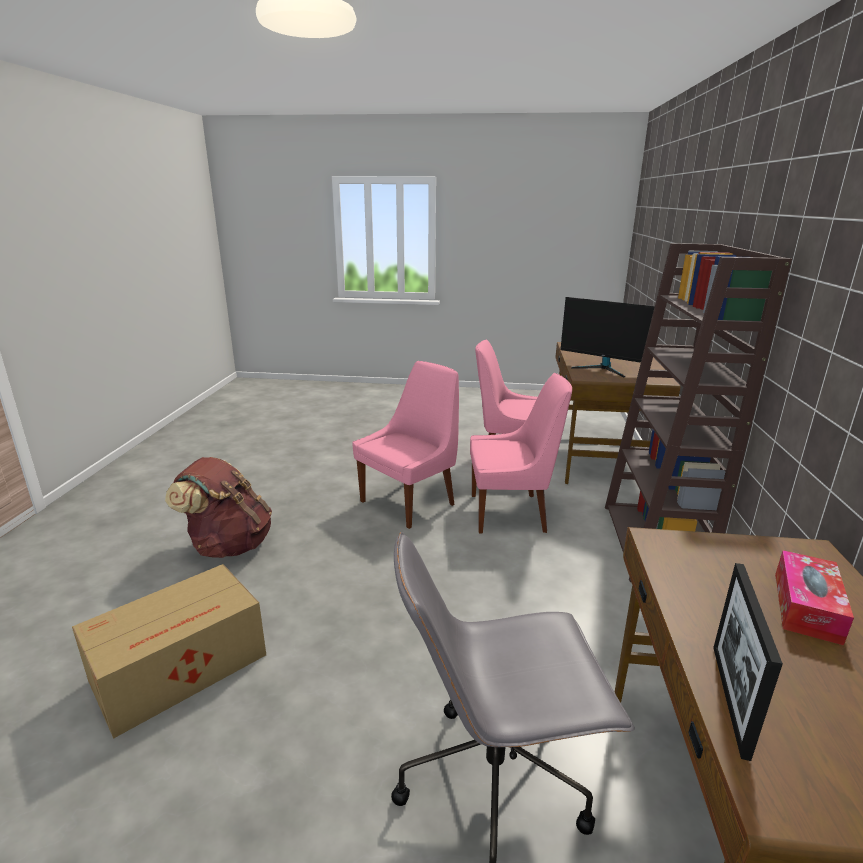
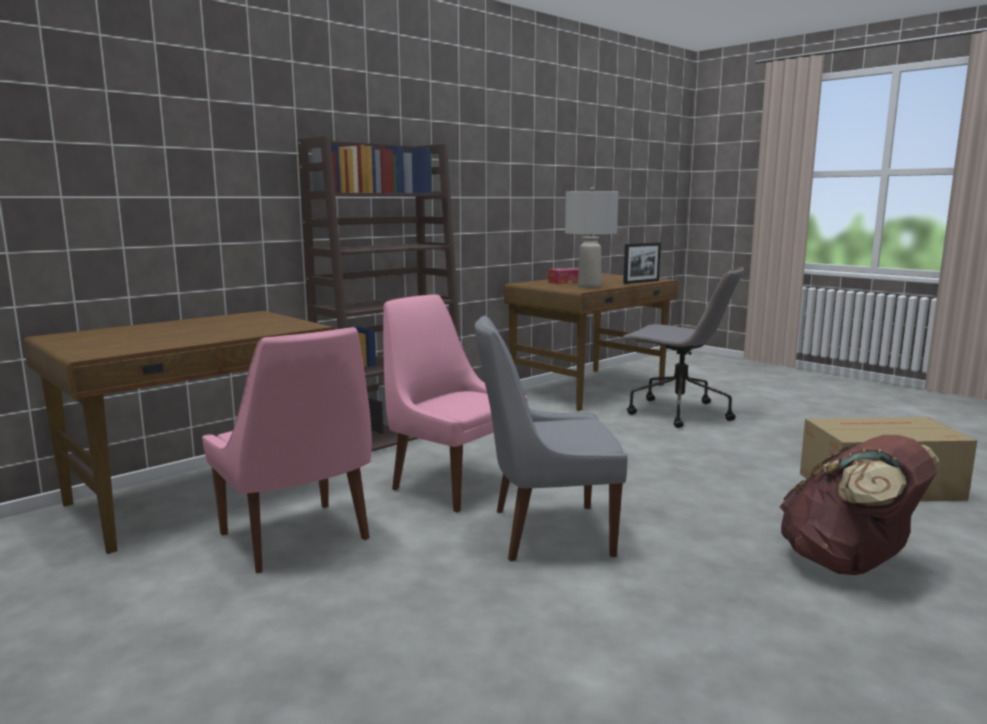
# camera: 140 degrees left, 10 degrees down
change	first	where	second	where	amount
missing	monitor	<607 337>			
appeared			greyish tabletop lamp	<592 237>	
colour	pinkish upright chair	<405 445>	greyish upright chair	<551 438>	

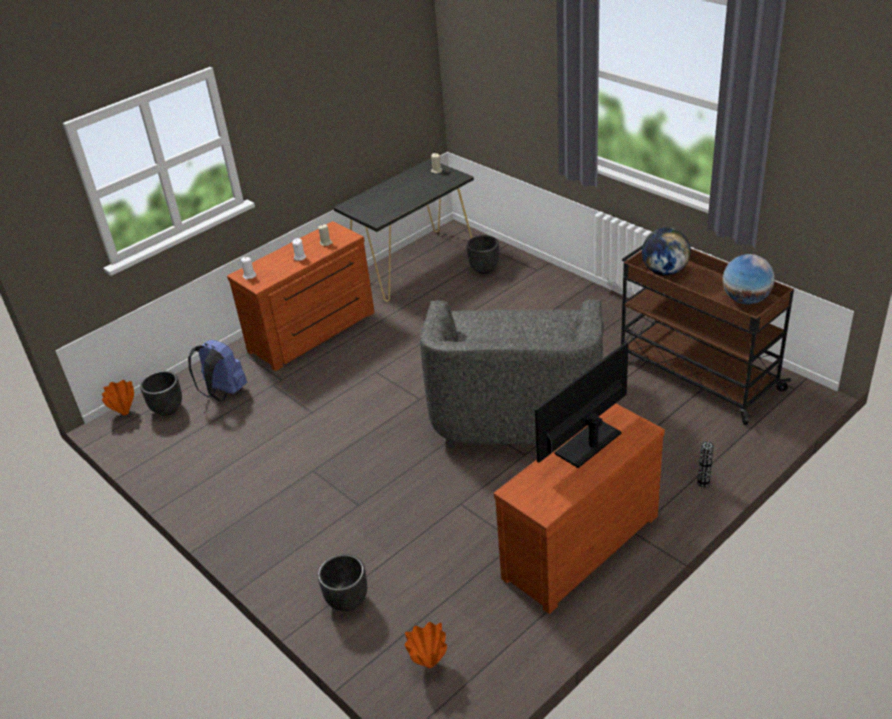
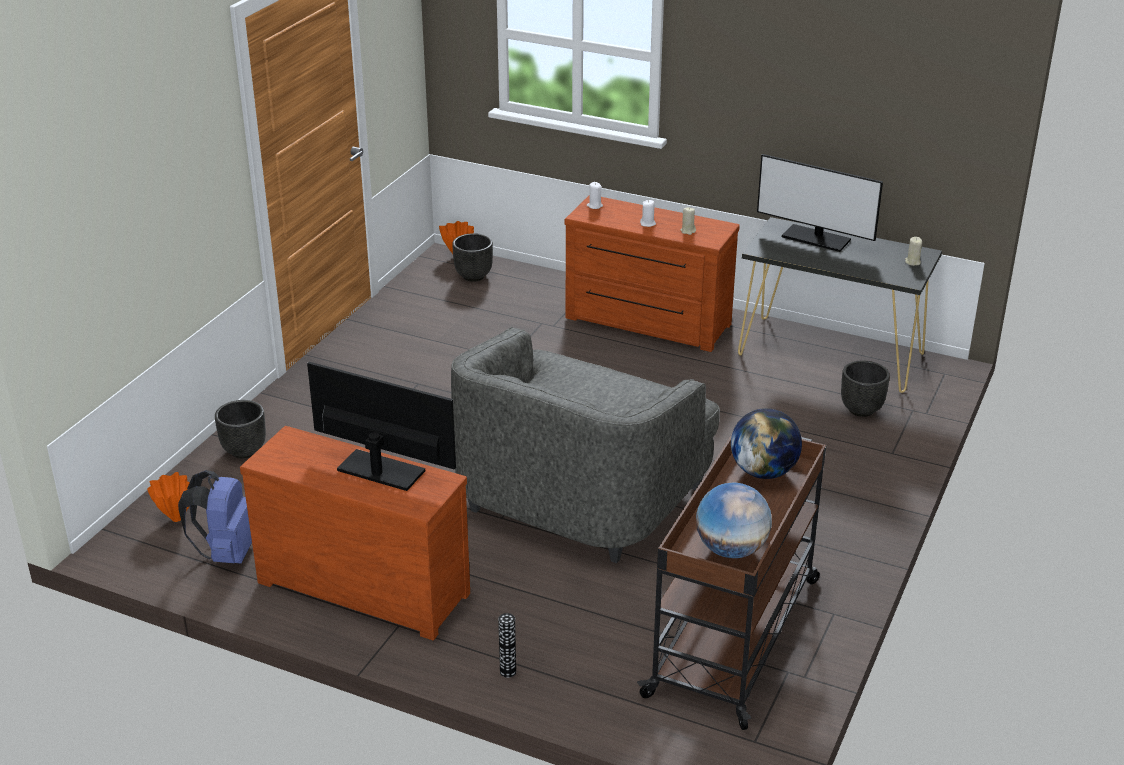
# camera: 65 degrees right, 5 degrees down
change	first	where	second	where	amount
appeared			monitor	<820 203>	
relocated	bluish knapsack	<217 370>		<215 517>	
spun	greyish easy chair	<512 374>		<585 445>	45 degrees counterclockwise

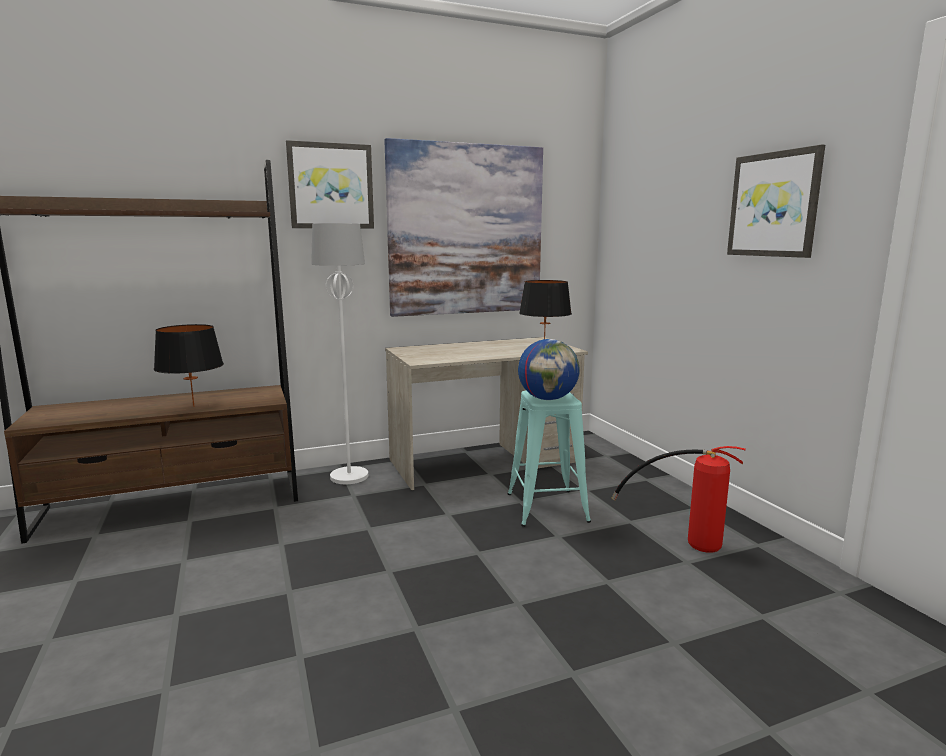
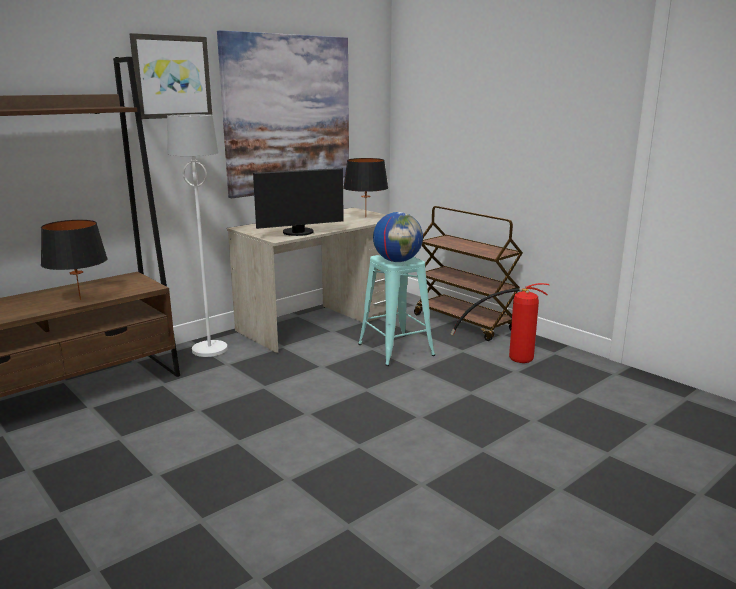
# camera: 20 degrees left, 5 degrees up
change	first	where	second	where	amount
missing	picture	<776 201>			
appeared			monitor	<298 202>	
appeared			brown-coloured cart	<468 273>	

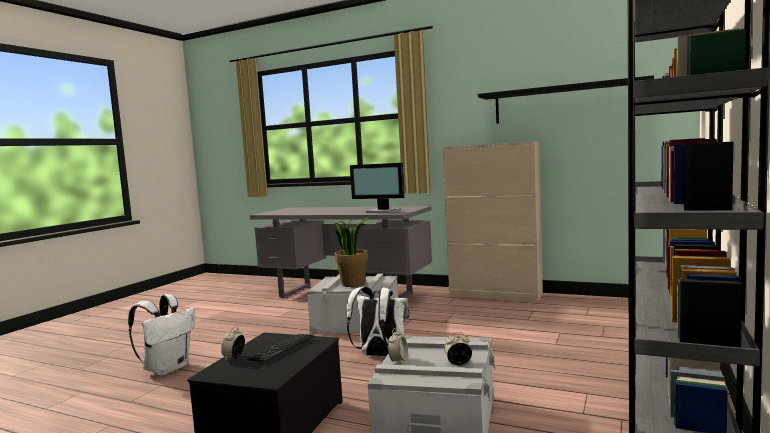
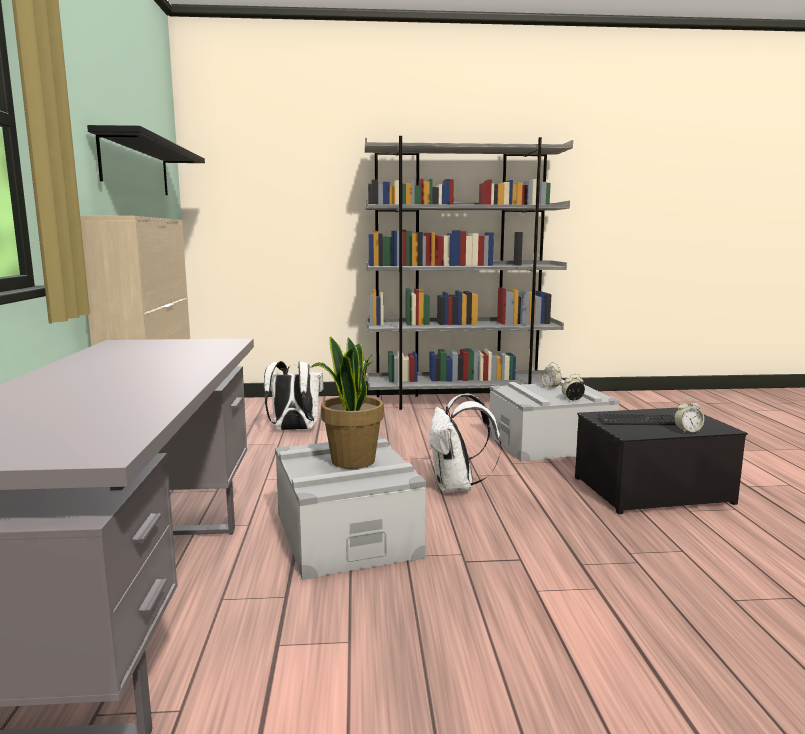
# camera: 120 degrees left, 5 degrees up
change	first	where	second	where	amount
missing	monitor	<377 188>			
relocated	whitish knapsack	<161 334>		<294 395>	

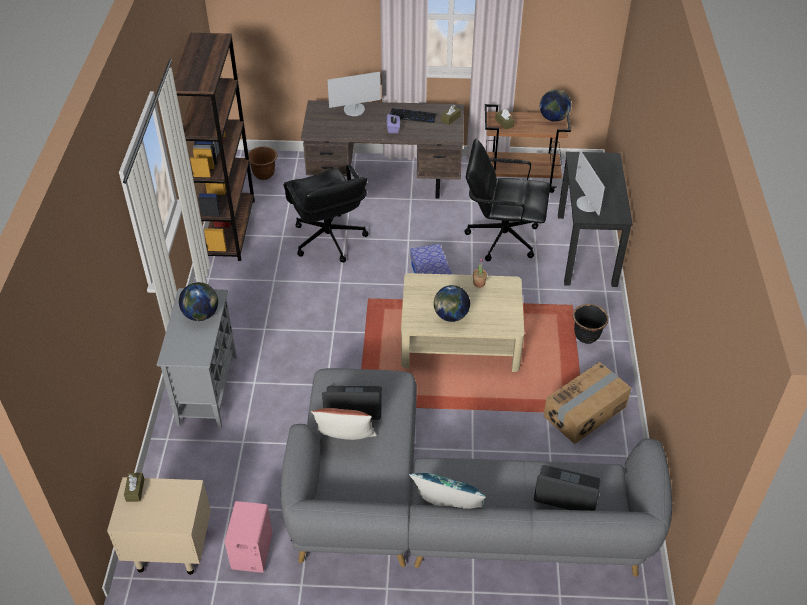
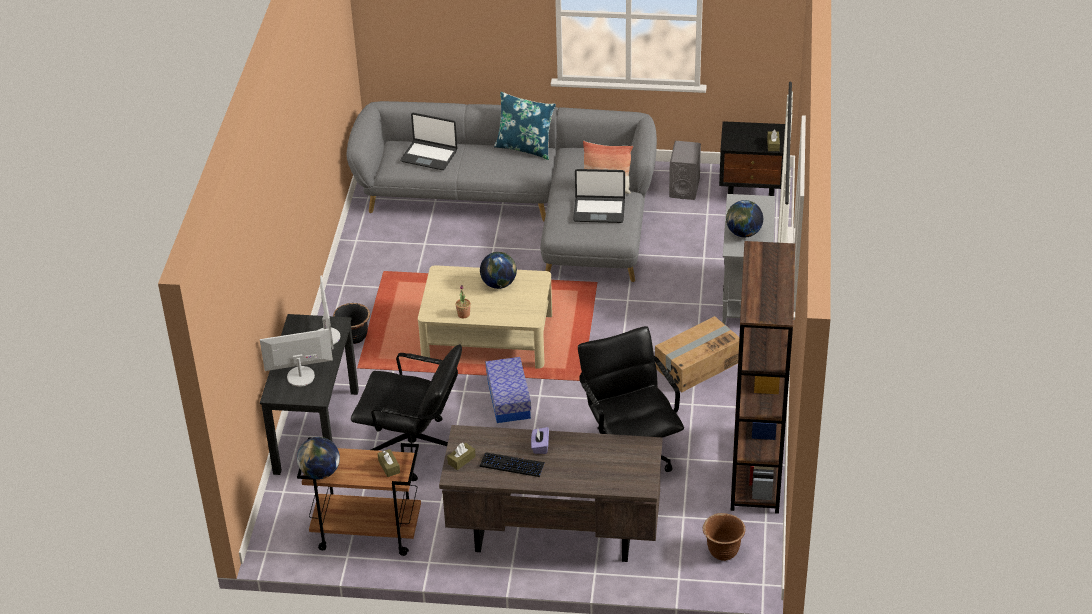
# camera: 175 degrees left, 5 degrees down
change	first	where	second	where	amount
relocated	monitor	<354 94>		<296 358>	
relocated	carton	<587 403>		<697 354>	
colour	beige-coloured night table	<159 526>	black night table	<752 158>	
colour	pinkish audio speaker	<248 537>	greyish audio speaker	<685 170>	

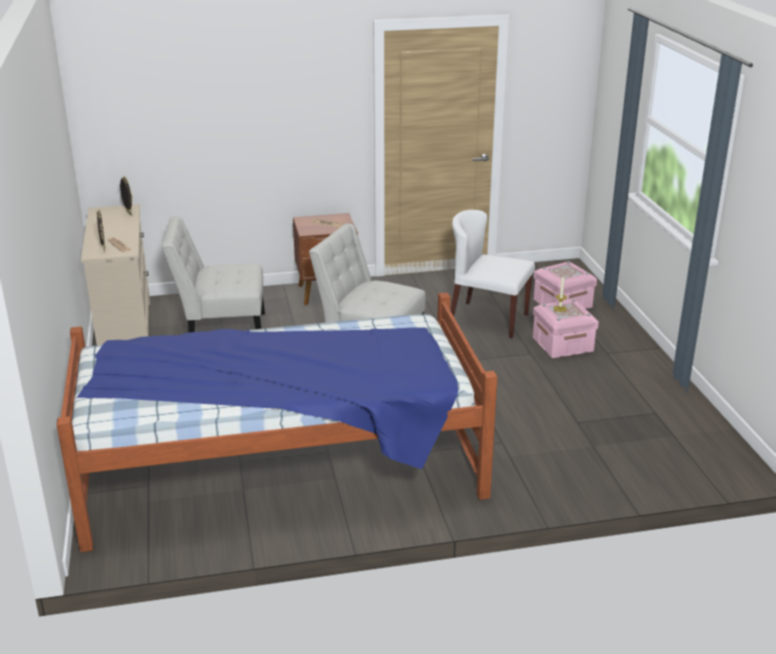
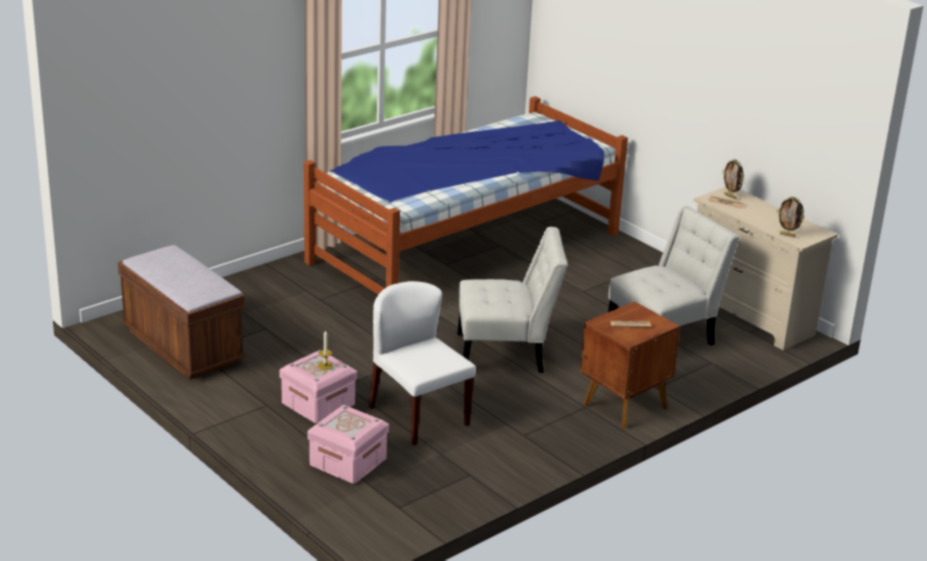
# camera: 150 degrees right, 0 degrees up
change	first	where	second	where	amount
appeared			brown-coloured long seat	<182 312>	
spun	whitish upright chair	<493 274>		<422 363>	120 degrees counterclockwise

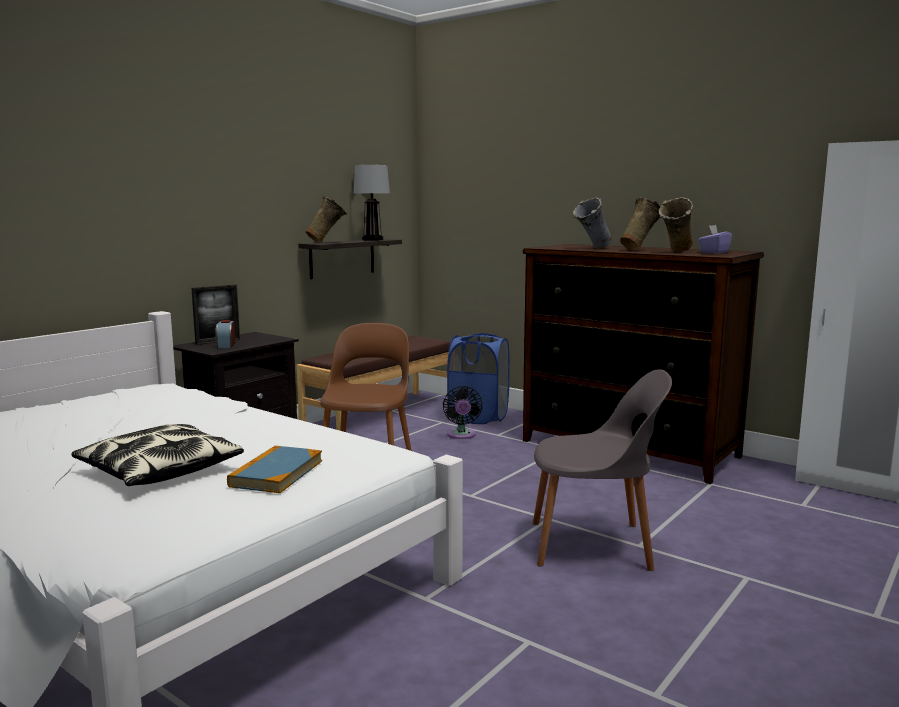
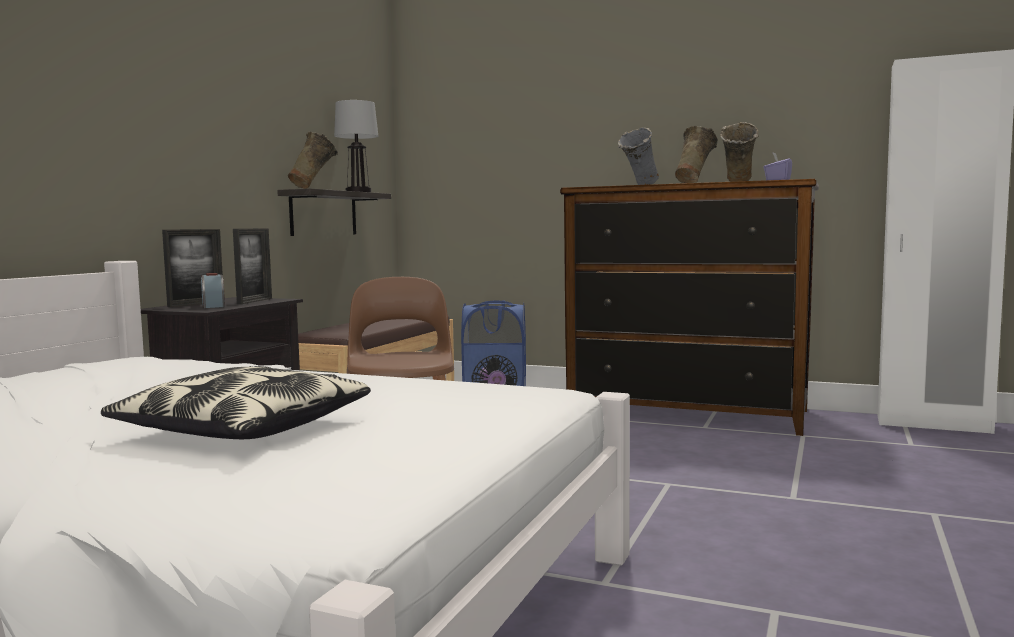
# camera: 15 degrees left, 5 degrees down
change	first	where	second	where	amount
missing	book	<274 469>			
missing	greyish upright chair	<602 470>			
appeared			standing frame	<252 266>	

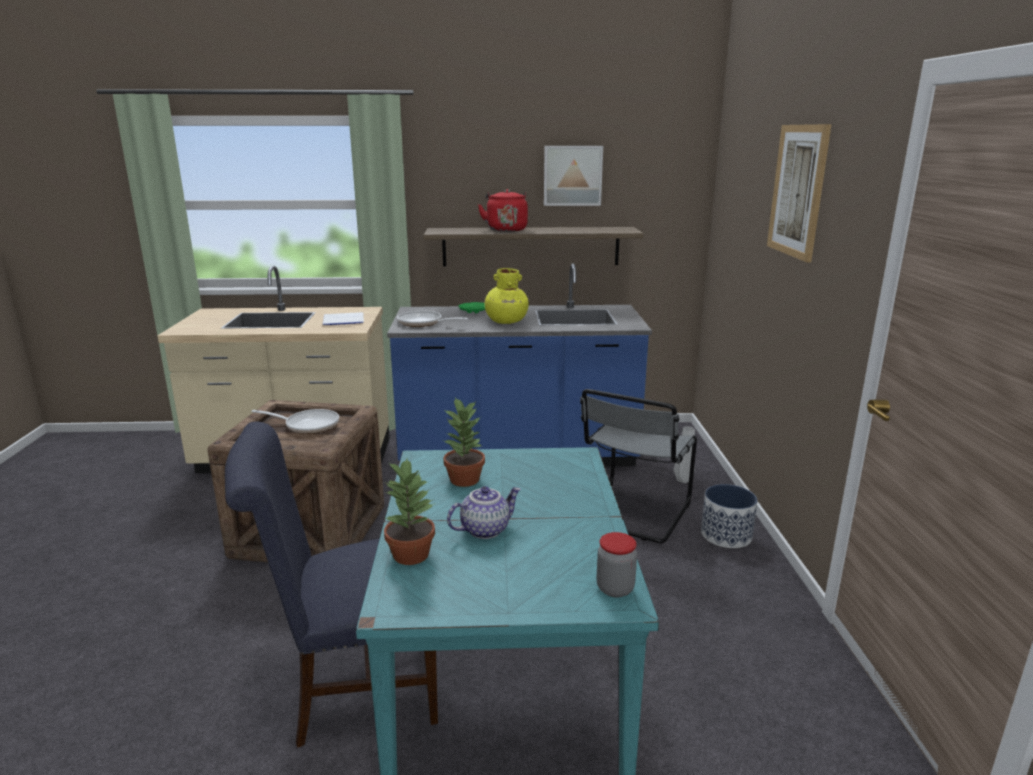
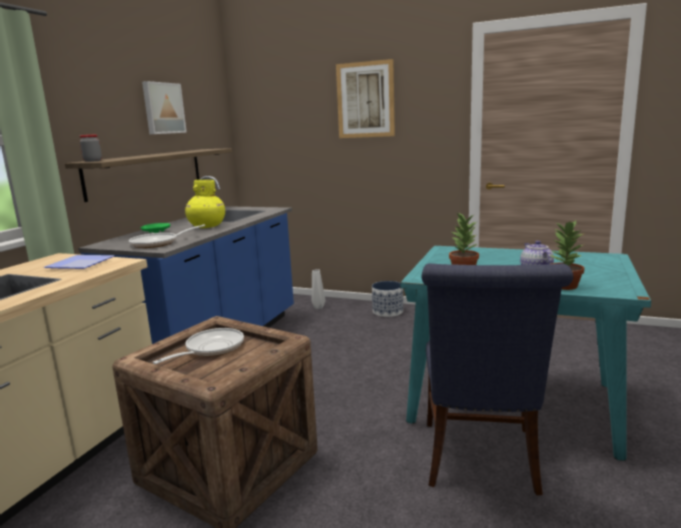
# camera: 65 degrees left, 5 degrees down
change	first	where	second	where	amount
missing	reddish kettle	<503 210>			
missing	greyish upright chair	<638 466>			
relocated	storage jar	<616 564>		<90 148>	

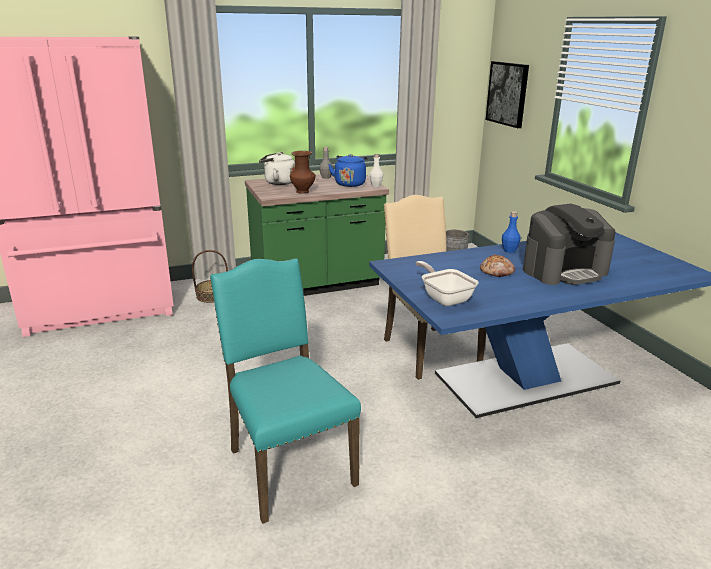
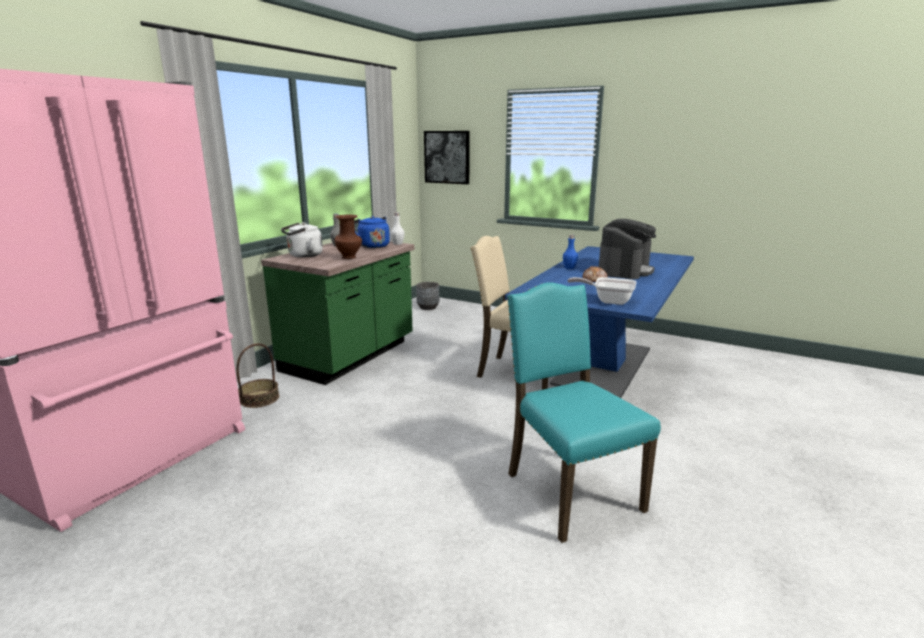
# camera: 40 degrees left, 5 degrees down
change	first	where	second	where	amount
spun	turquoise-coloured upright chair	<285 391>		<584 412>	45 degrees clockwise

